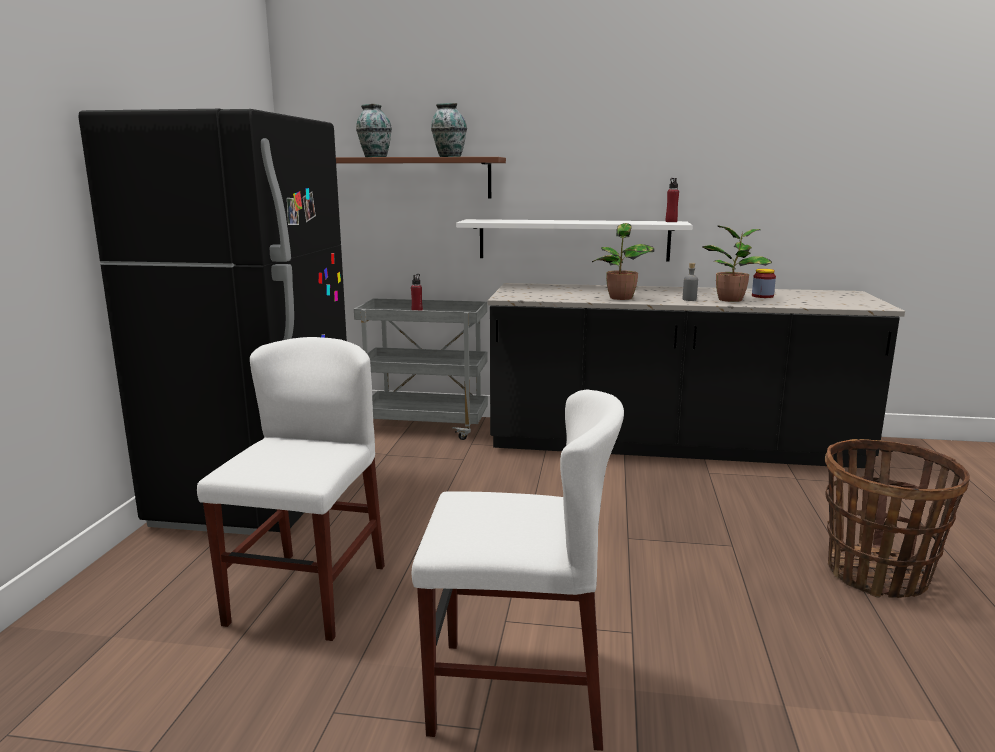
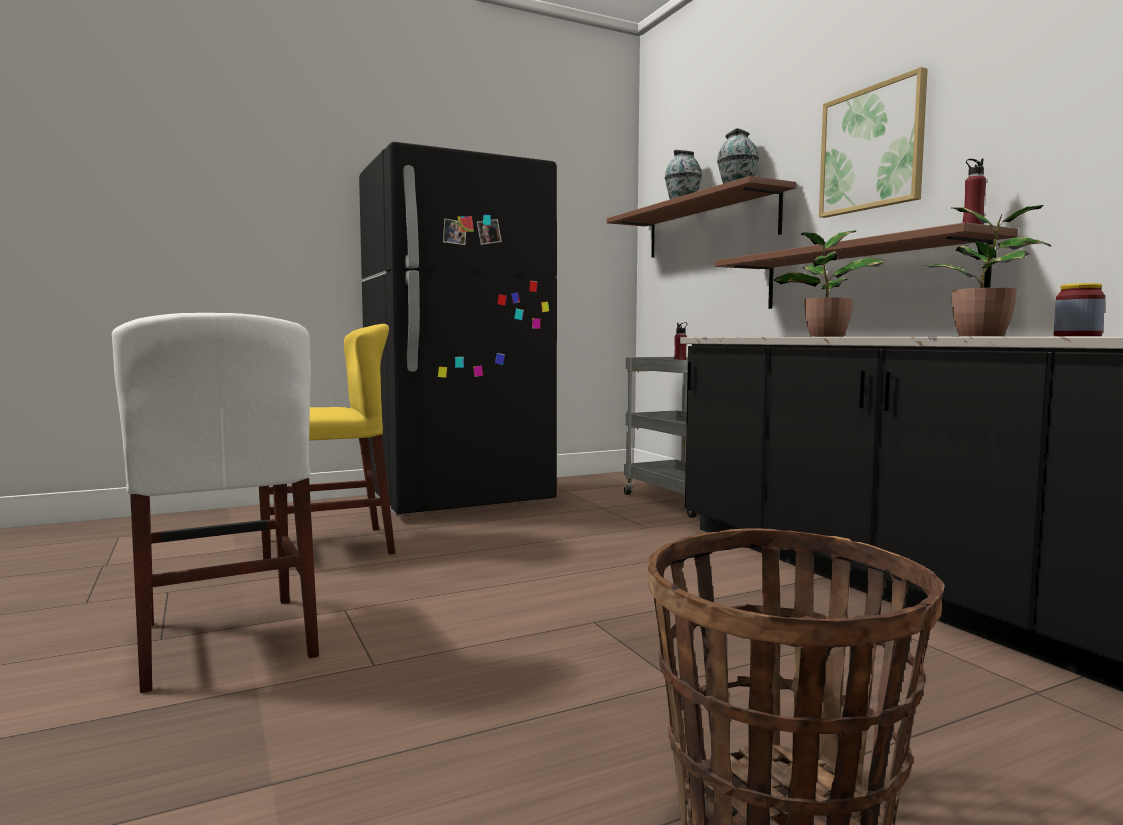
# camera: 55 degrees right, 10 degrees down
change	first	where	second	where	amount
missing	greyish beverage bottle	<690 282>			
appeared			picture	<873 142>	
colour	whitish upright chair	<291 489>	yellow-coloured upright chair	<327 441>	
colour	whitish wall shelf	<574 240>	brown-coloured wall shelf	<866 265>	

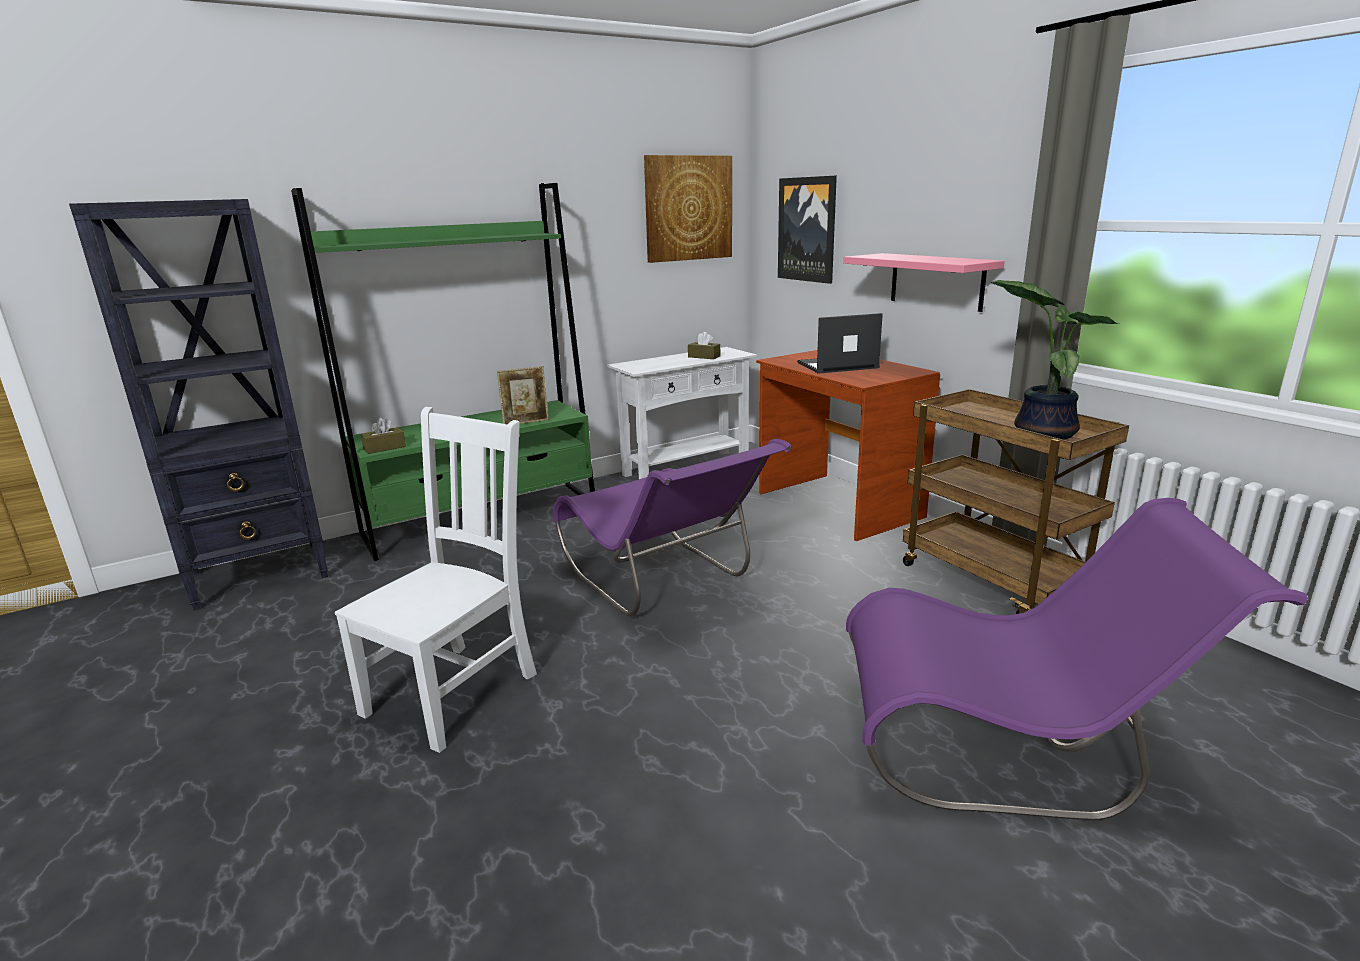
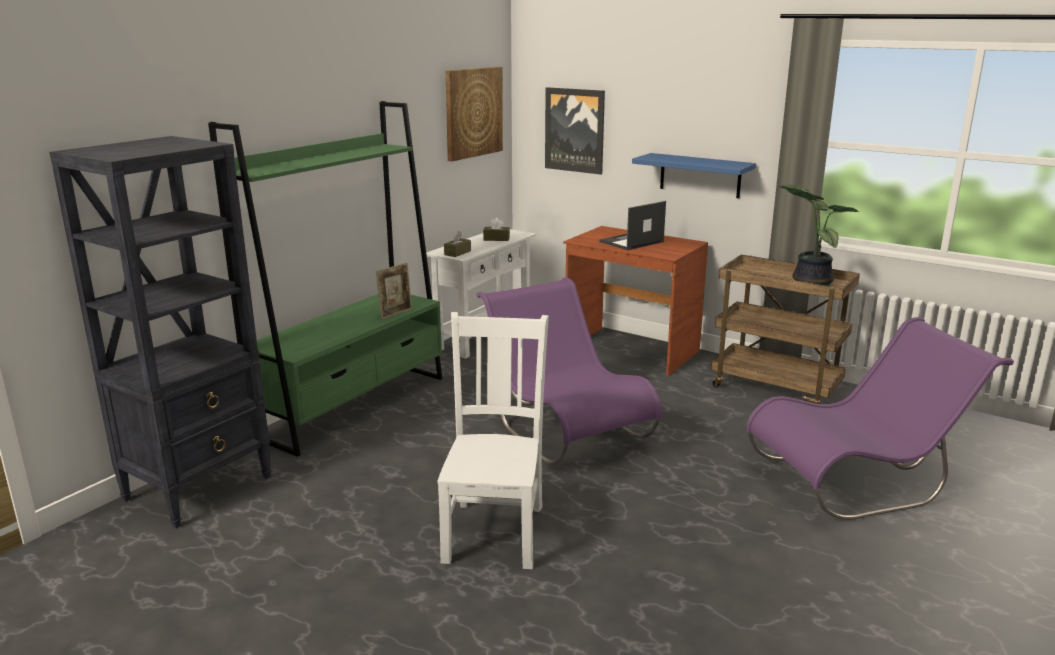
# camera: 25 degrees left, 0 degrees up
change	first	where	second	where	amount
relocated	brown-coloured box of tissues	<383 436>		<457 244>	
colour	pinkish wall shelf	<924 282>	bluish wall shelf	<694 175>	
spun	purple-coloured upright chair	<672 527>		<569 370>	150 degrees counterclockwise

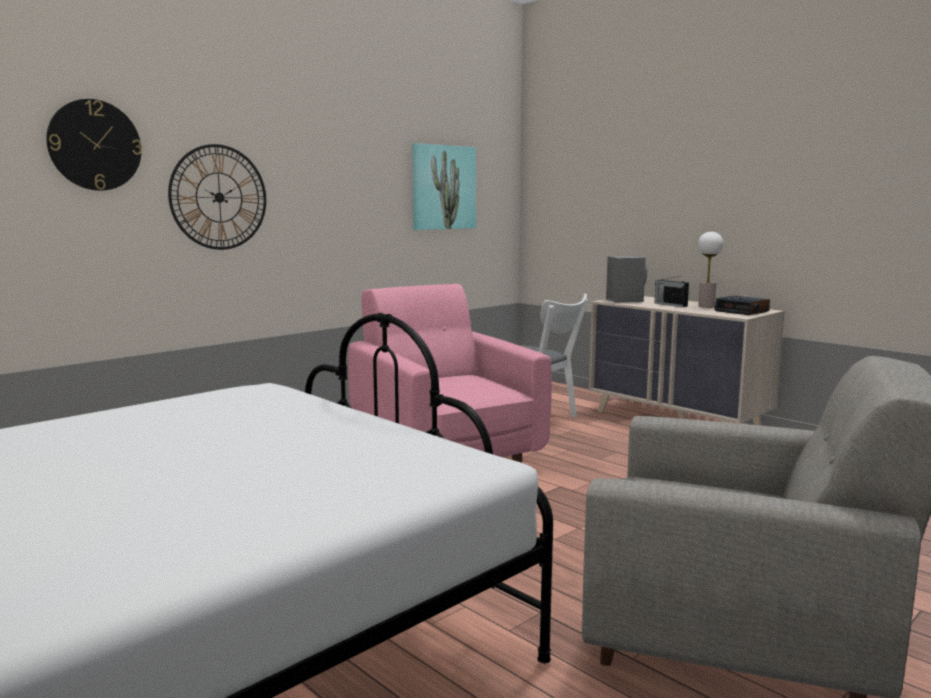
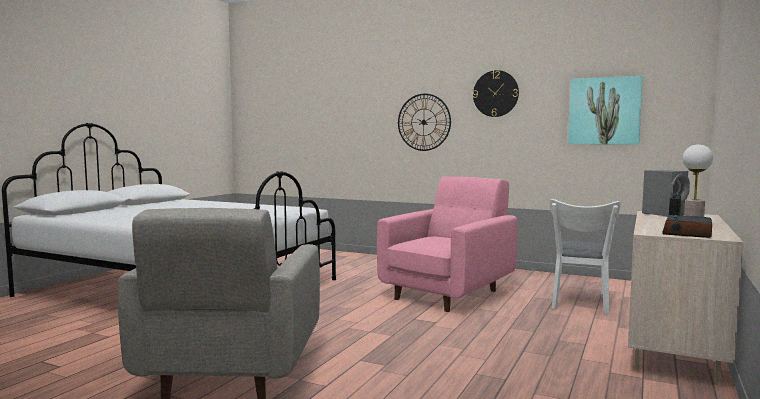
# camera: 70 degrees right, 5 degrees down
change	first	where	second	where	amount
relocated	hanging clock	<94 145>		<496 93>	

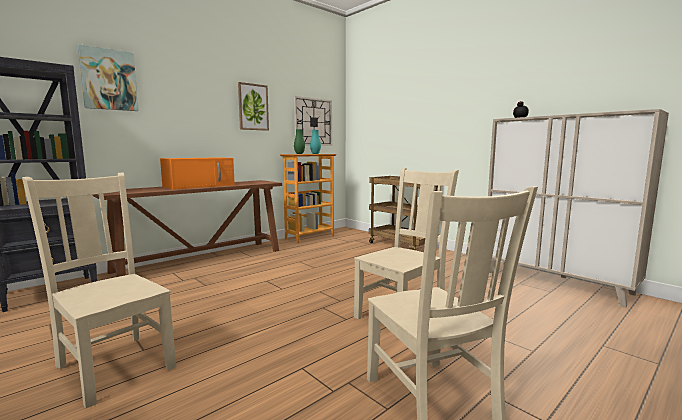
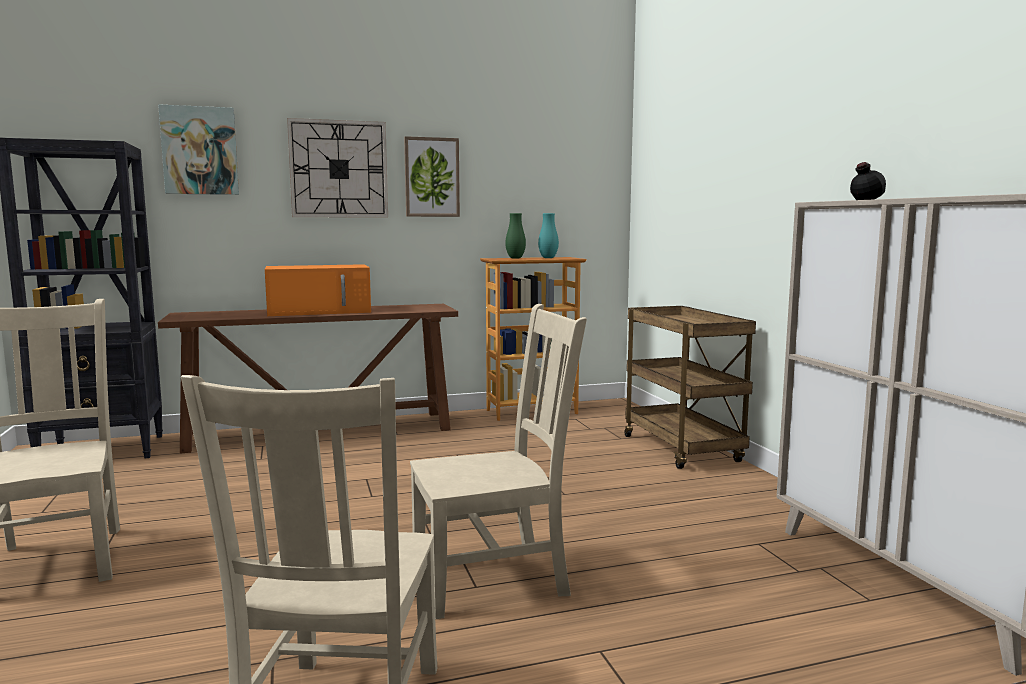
# camera: 25 degrees right, 0 degrees up
change	first	where	second	where	amount
relocated	hanging clock	<313 121>		<337 167>	

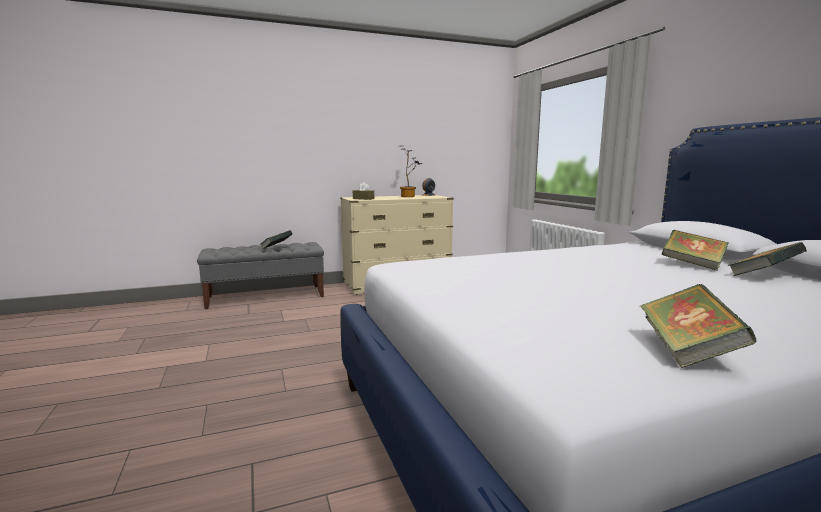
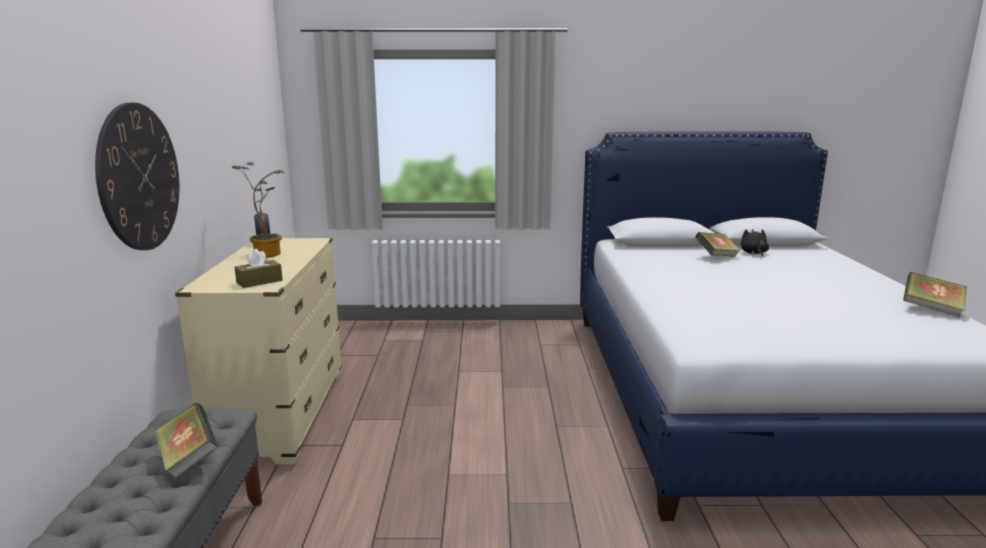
# camera: 70 degrees left, 5 degrees up
change	first	where	second	where	amount
appeared			hanging clock	<137 176>	
exchanged	book	<767 259>	black soft toy	<755 243>	

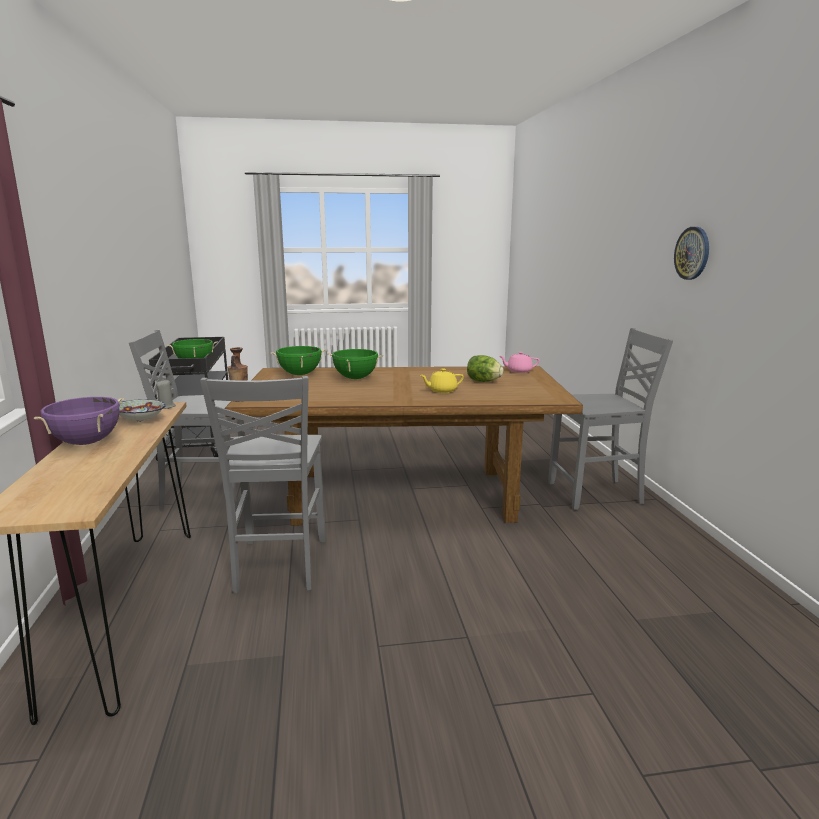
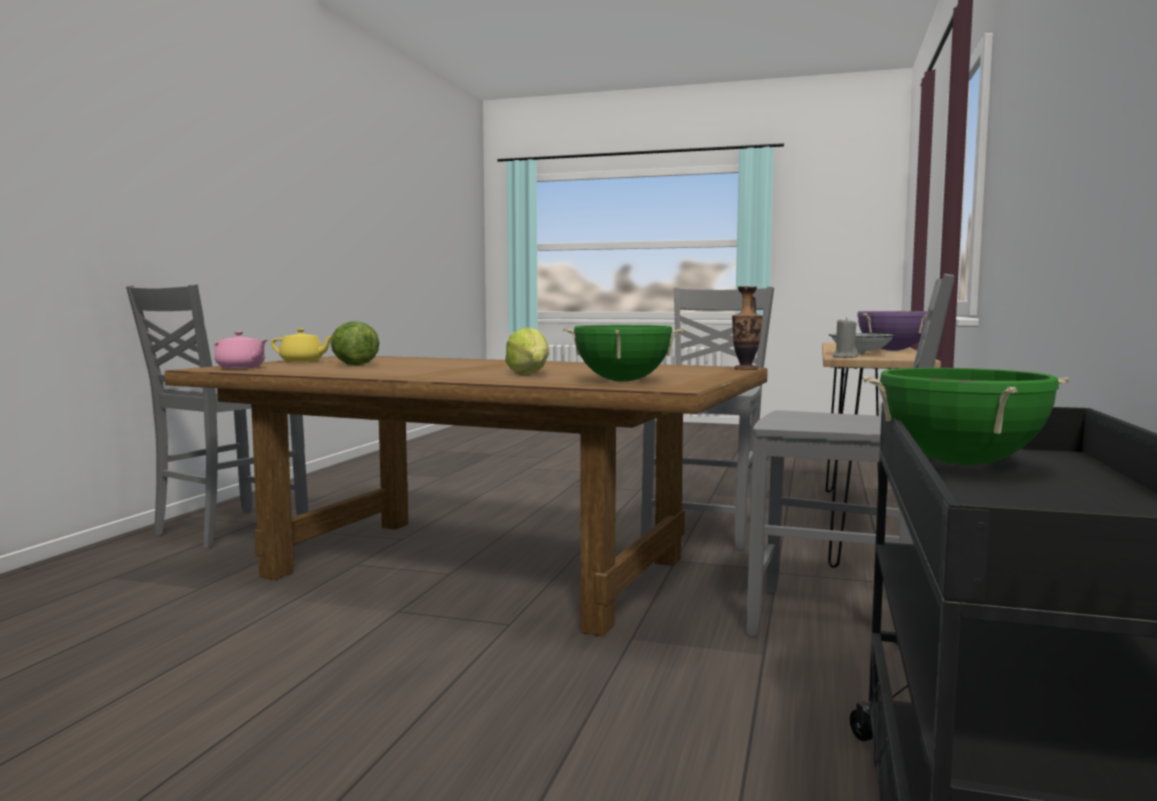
# camera: 155 degrees left, 10 degrees down
change	first	where	second	where	amount
missing	hanging clock	<691 253>			
relocated	yellow-coloured tea pot	<442 380>		<301 345>	
exchanged	greenish stockpot	<355 364>	lettuce	<527 350>	
spun	greyish upright chair	<610 419>		<217 416>	75 degrees counterclockwise

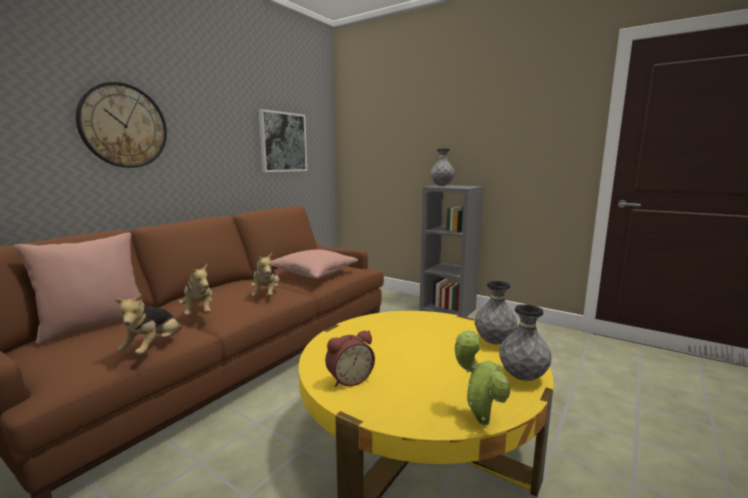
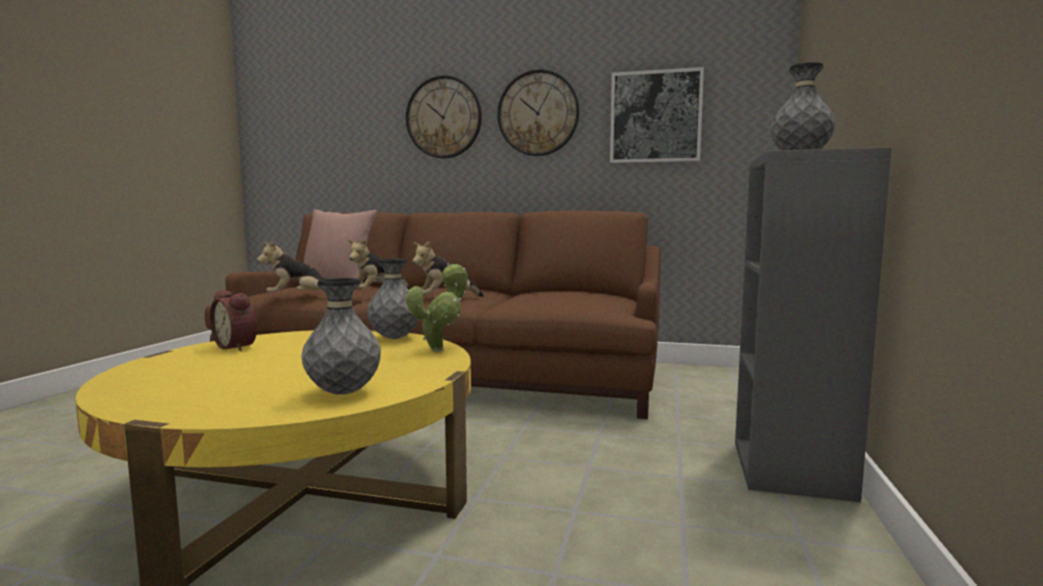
# camera: 70 degrees right, 5 degrees down
change	first	where	second	where	amount
missing	pinkish throw pillow	<314 263>			
appeared			hanging clock	<538 113>	
relocated	houseplant	<482 377>		<437 307>	
relocated	greyish vase	<525 342>		<393 299>	

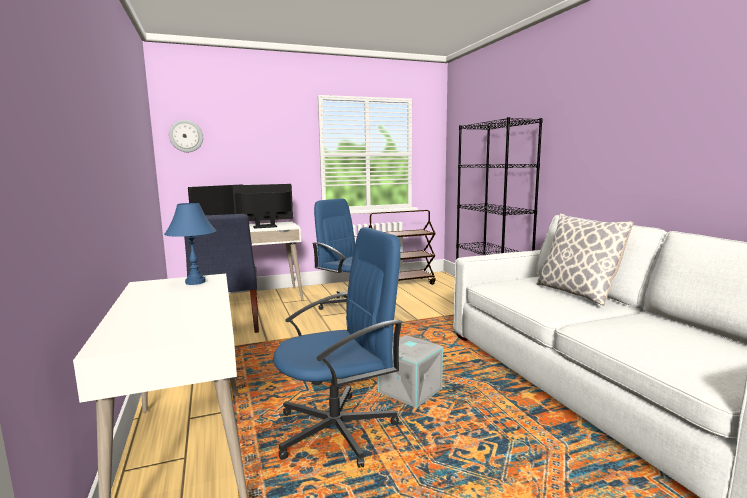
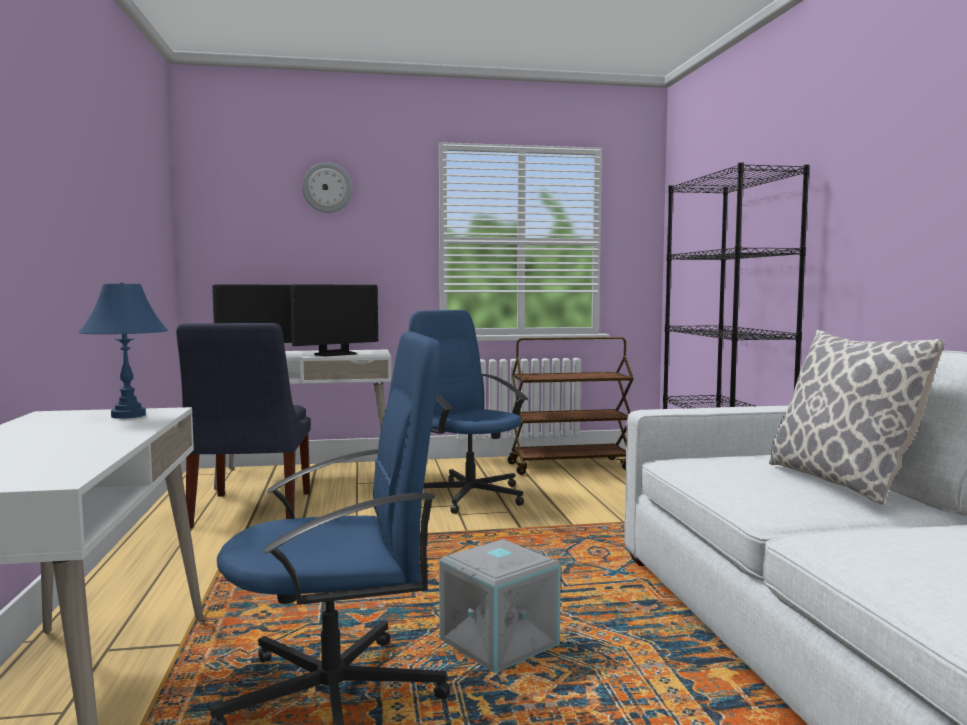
# camera: 10 degrees right, 5 degrees down
change	first	where	second	where	amount
relocated	hanging clock	<186 136>		<327 188>	
spun	monitor	<263 206>		<334 320>	150 degrees clockwise

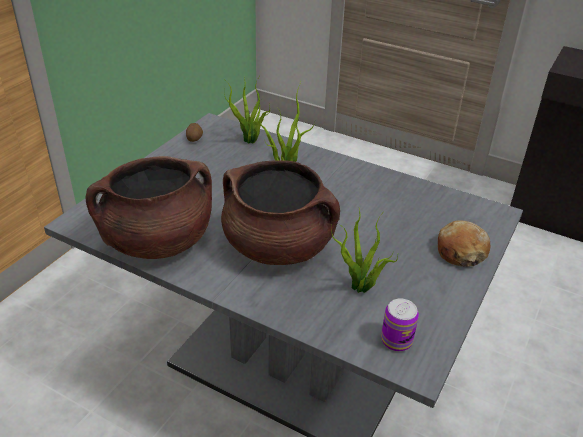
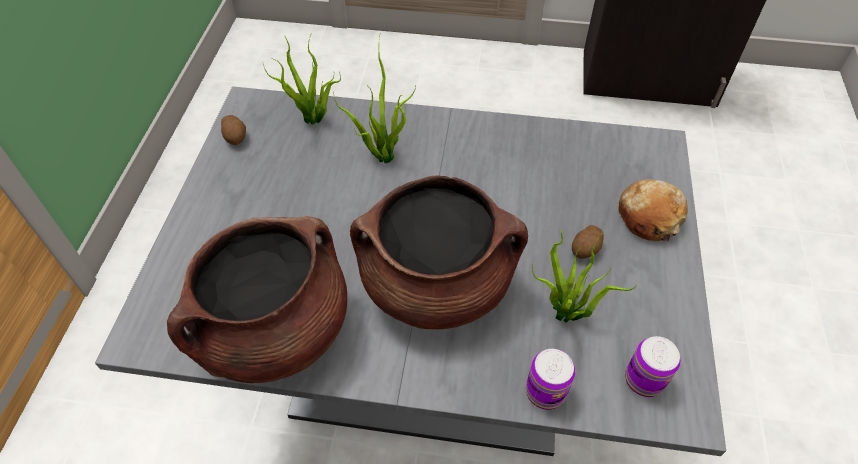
# camera: 20 degrees left, 15 degrees up
change	first	where	second	where	amount
appeared			can	<550 379>	
appeared			whole potato	<588 242>	

